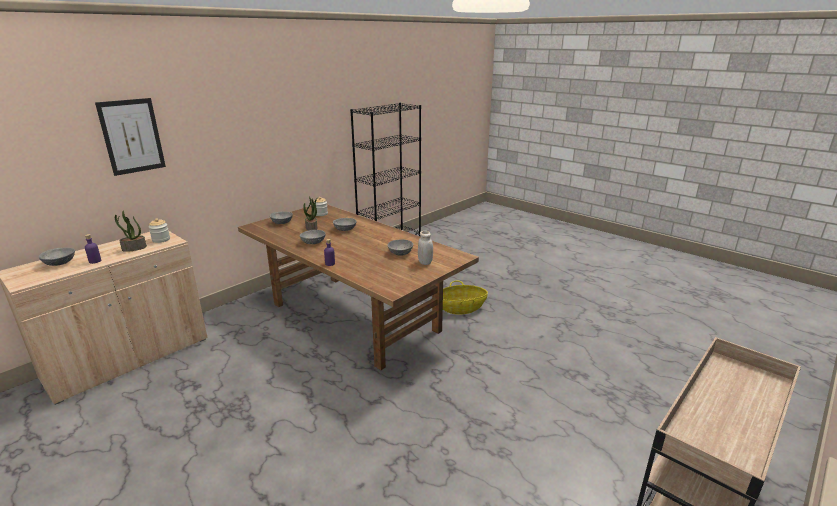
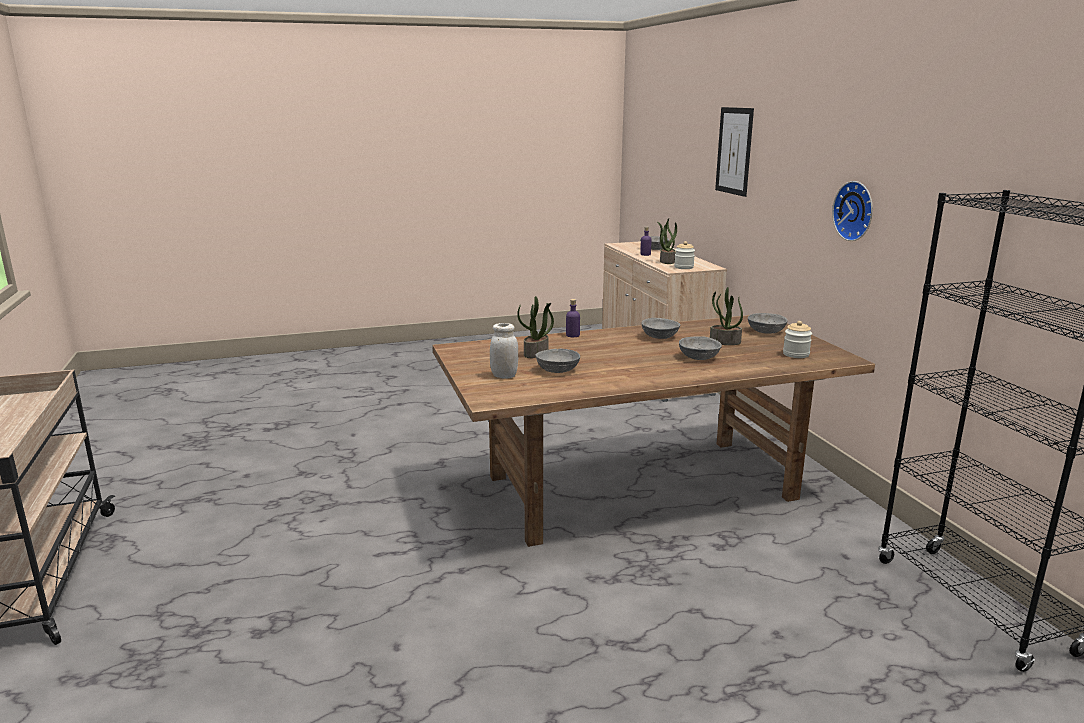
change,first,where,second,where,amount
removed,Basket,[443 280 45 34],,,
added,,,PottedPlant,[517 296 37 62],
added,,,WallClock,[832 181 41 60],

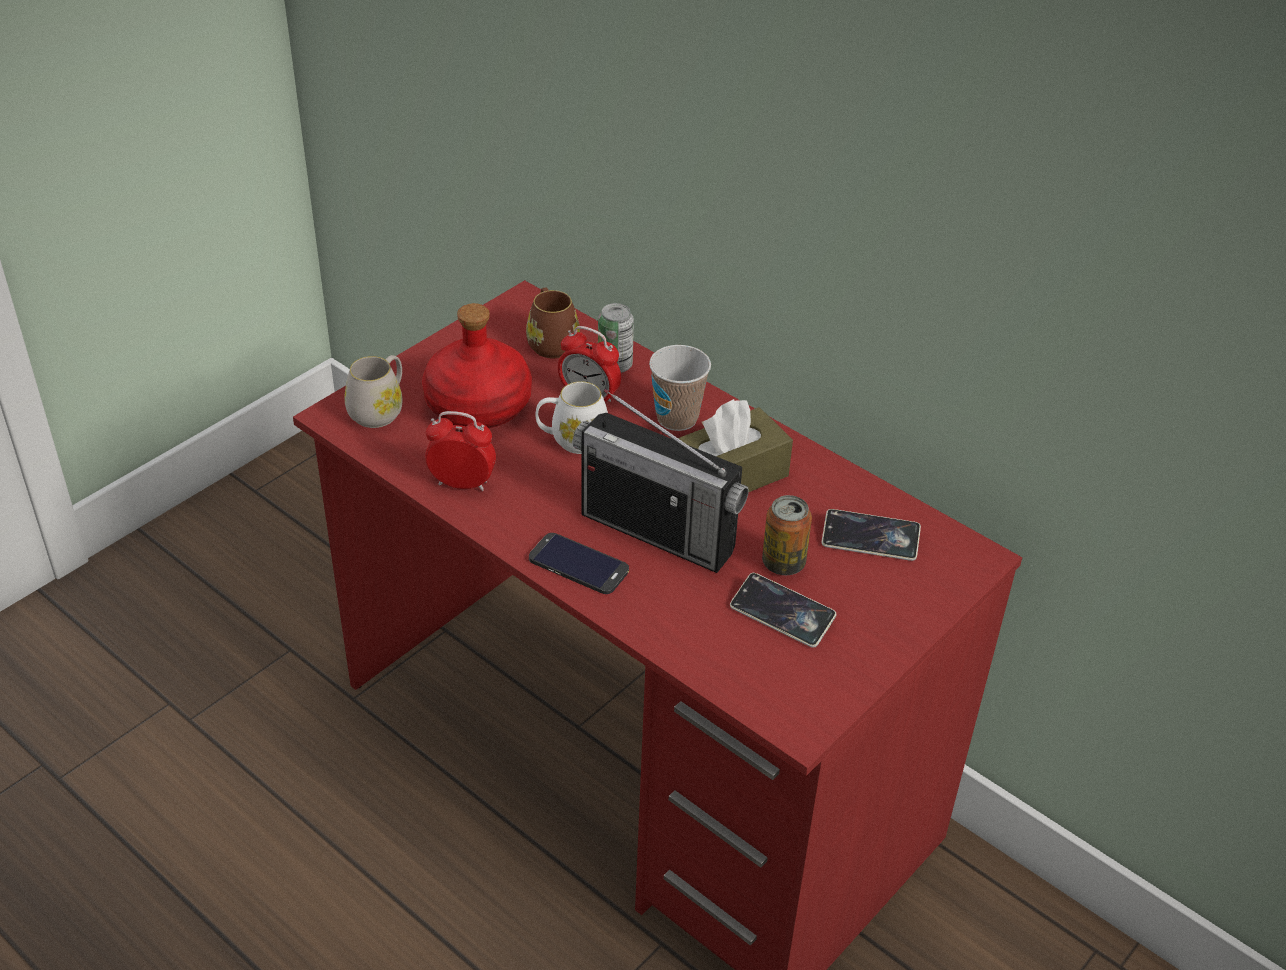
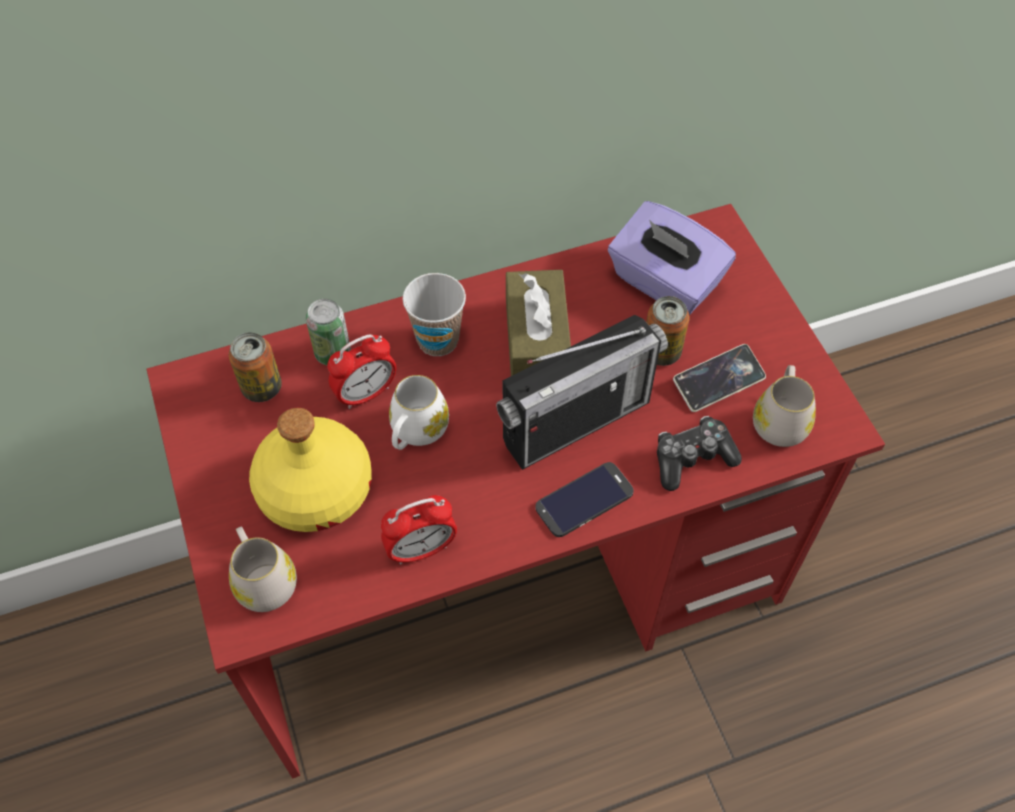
change,first,where,second,where,amount
recoloured,RedBottle,[422 303 110 125],YellowBottle,[249 408 123 124],
turned,AlarmClock,[425 411 71 80],,[381 495 76 70],150 degrees counterclockwise
replaced,BrownMug,[526 288 54 70],Can,[229 332 53 70],
replaced,Phone,[822 509 99 52],PurpleTissueBox,[608 201 128 114],
added,,,GameController,[657 416 85 75],
added,,,WhiteMug,[753 365 63 82],

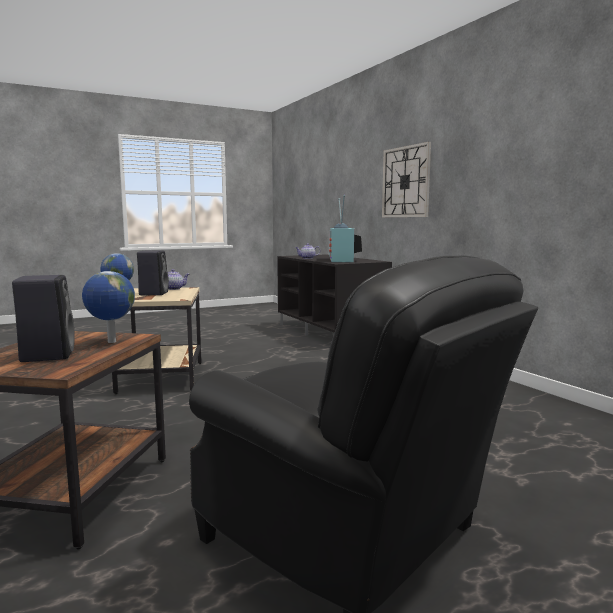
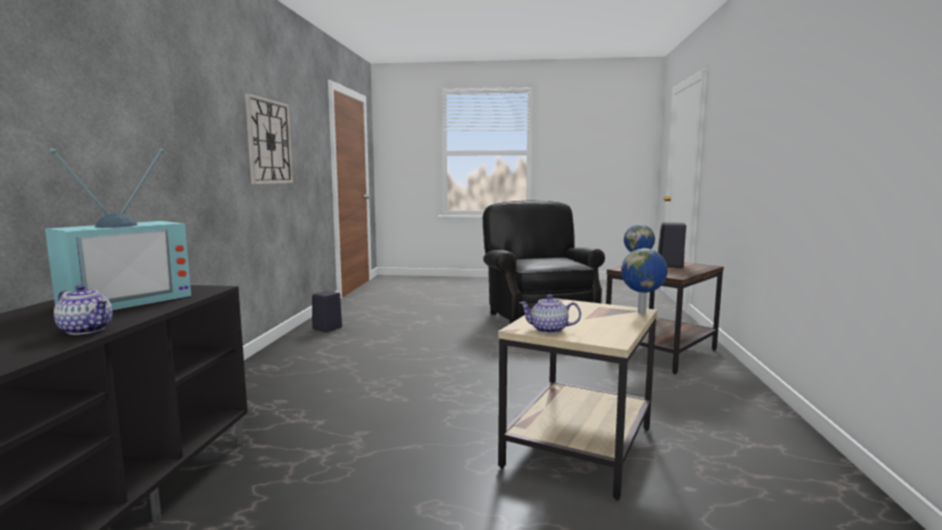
change,first,where,second,where,amount
moved,BlackSpeaker,[137 251 32 44],,[312 291 30 41],
moved,WallClock,[382 142 49 75],,[245 93 48 91],

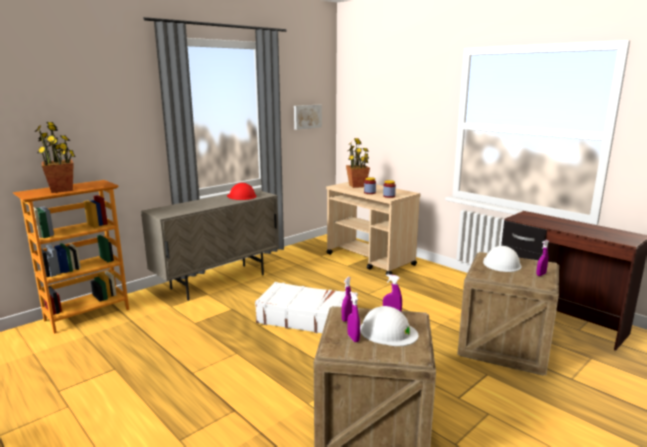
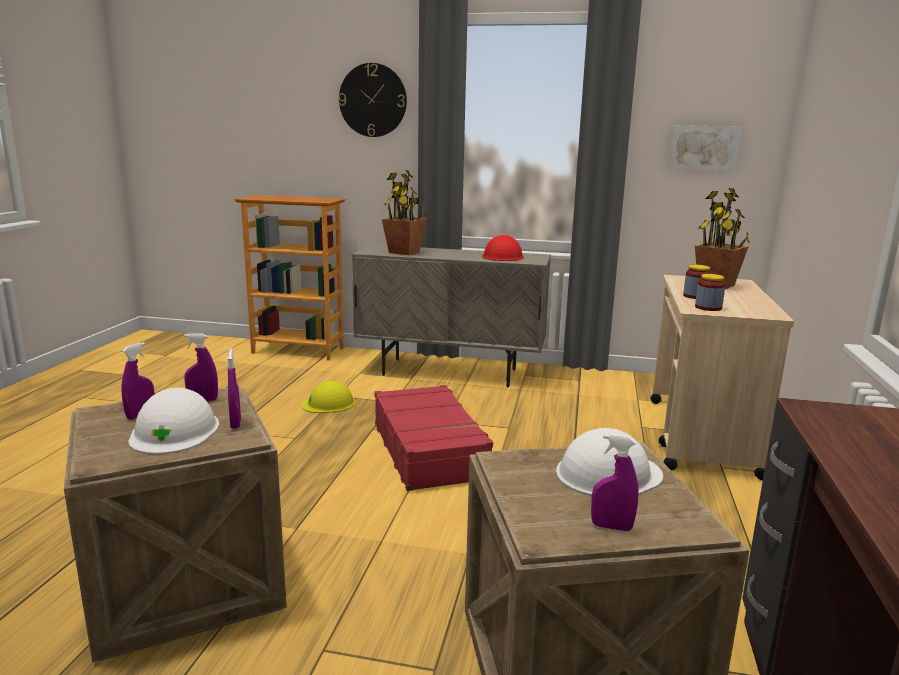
change,first,where,second,where,amount
moved,PottedPlant,[35 122 41 71],,[382 170 44 85],
recoloured,WhiteSuitcase,[255 282 103 51],RedSuitcase,[374 385 119 106],
added,,,YellowHardHat,[301 381 54 32],
added,,,WallClock,[339 63 68 74],

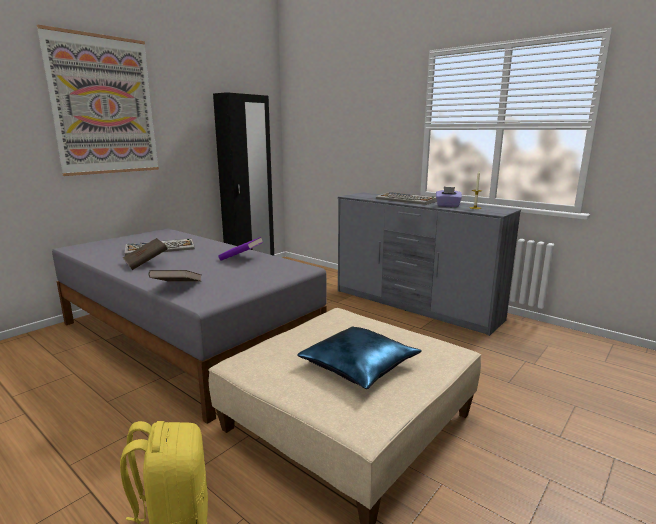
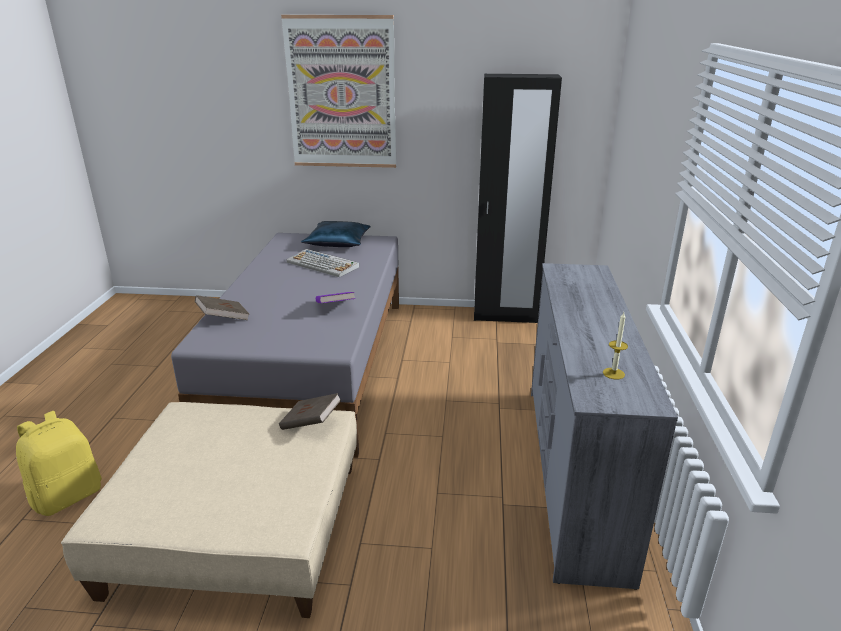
change,first,where,second,where,amount
moved,BrownBook,[123 238 45 32],,[279 393 62 37],
moved,BluePillow,[297 326 125 63],,[301 221 70 26],
removed,Keyboard,[376 192 61 13],,,
removed,PurpleTissueBox,[436 187 26 20],,,

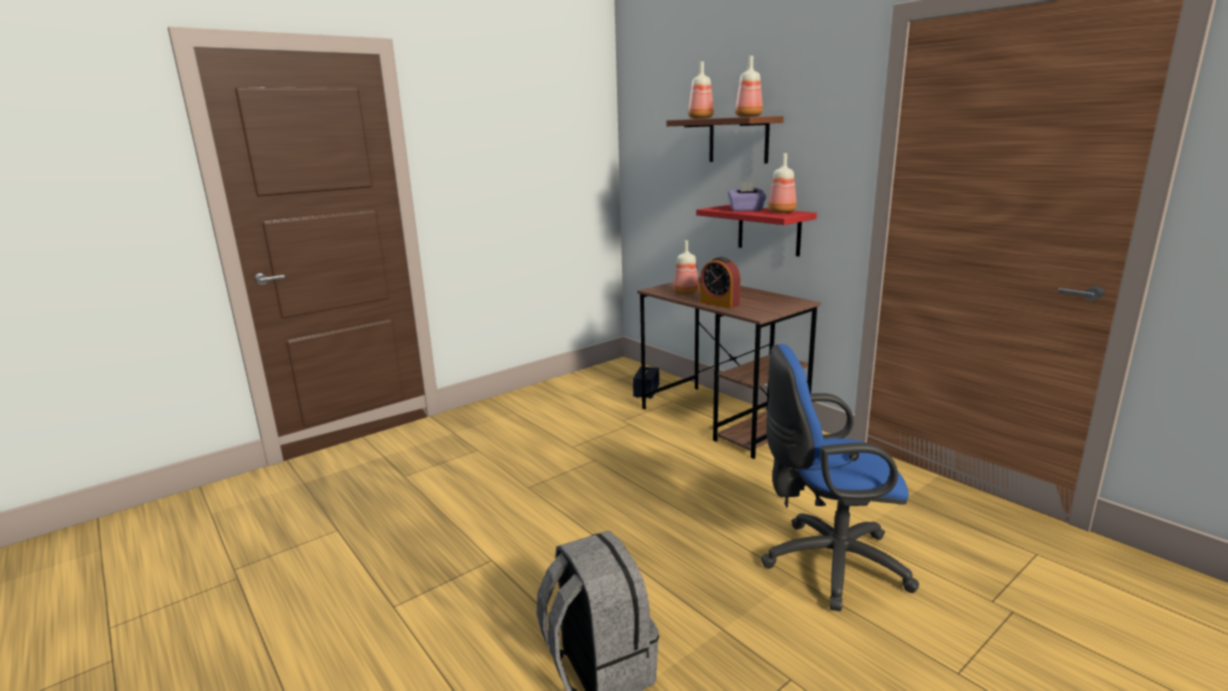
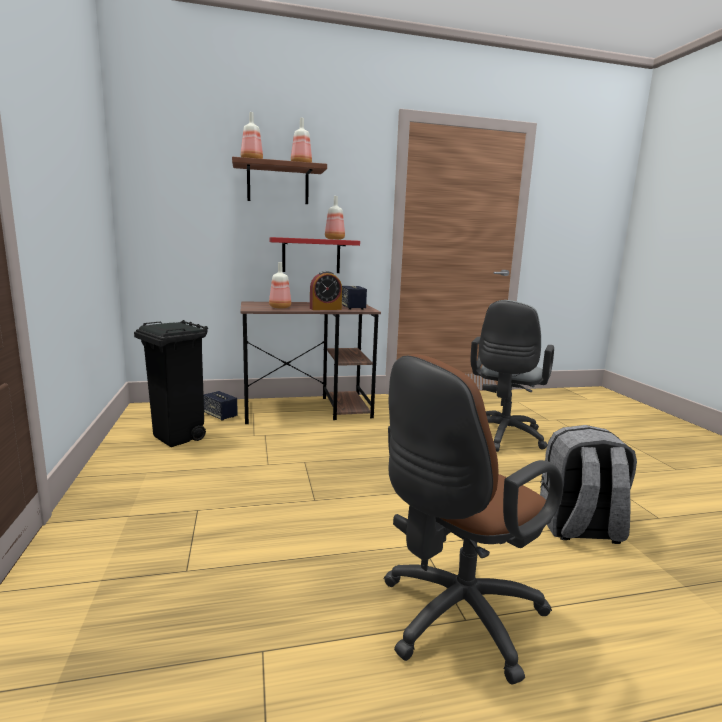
change,first,where,second,where,amount
removed,PurpleTissueBox,[728 182 38 29],,,
recoloured,BlueOfficeChair,[761 344 158 267],GreyOfficeChair,[471 300 83 152],
added,,,BlackTrashCan,[134 320 74 127],
added,,,Speaker,[342 286 25 24],
added,,,BrownOfficeChair,[384 354 179 331],

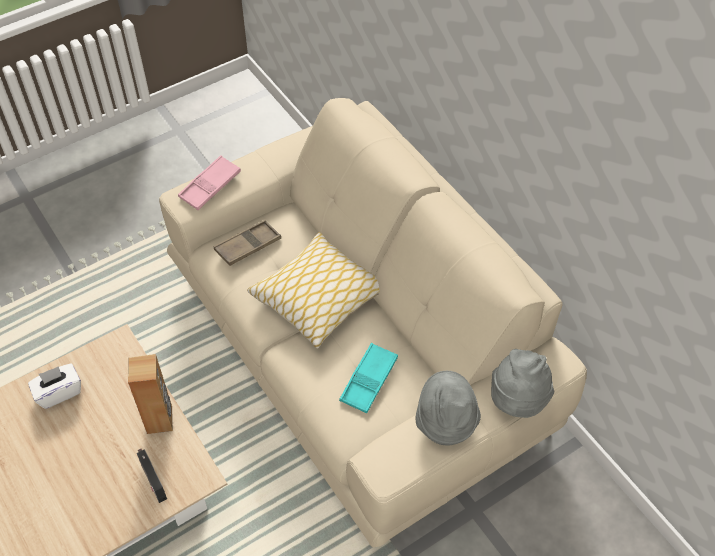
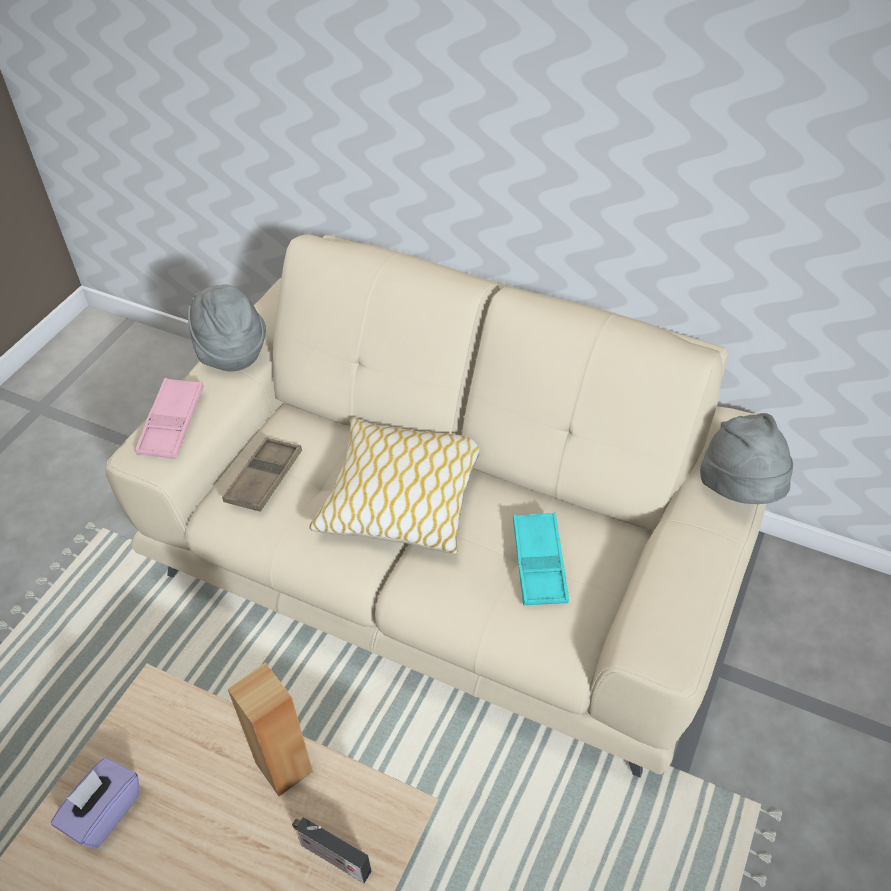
change,first,where,second,where,amount
recoloured,WhiteTissueBox,[28 364 53 45],PurpleTissueBox,[51 758 88 91],
moved,GreyHat,[415 371 66 74],,[188 284 78 88],

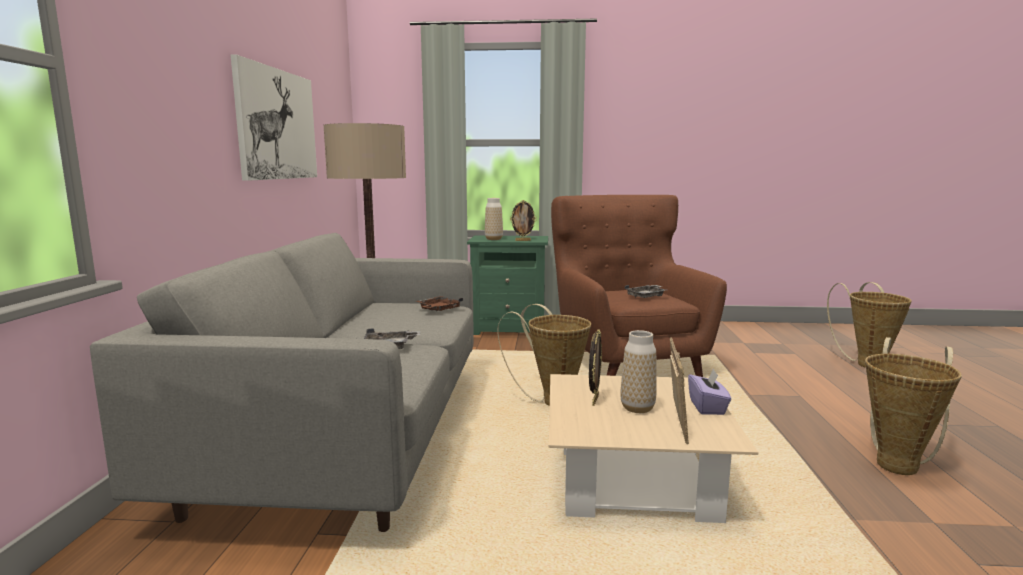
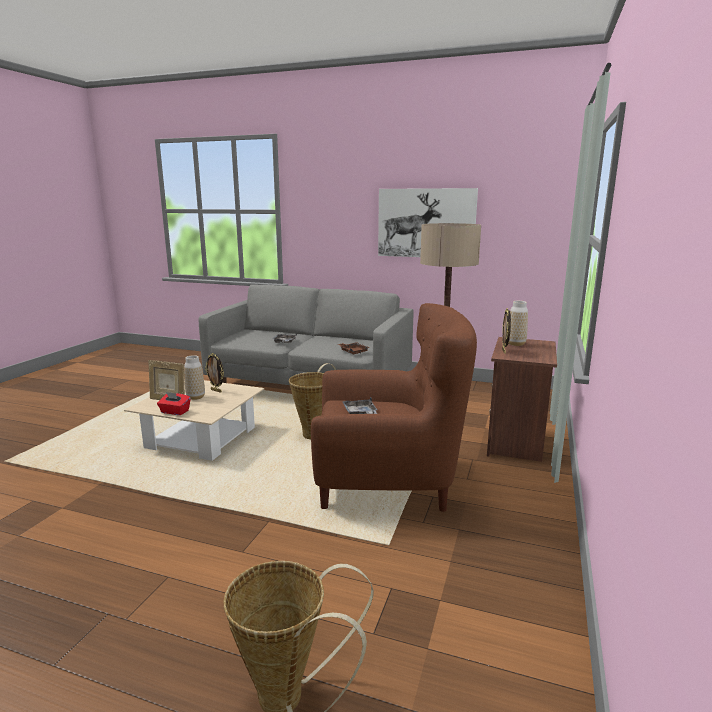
change,first,where,second,where,amount
recoloured,GreenNightstand,[467 235 81 100],BrownNightstand,[487 337 70 125],
recoloured,PurpleTissueBox,[688 369 43 46],RedTissueBox,[157 392 34 23],
removed,Basket,[865 337 97 138],,,

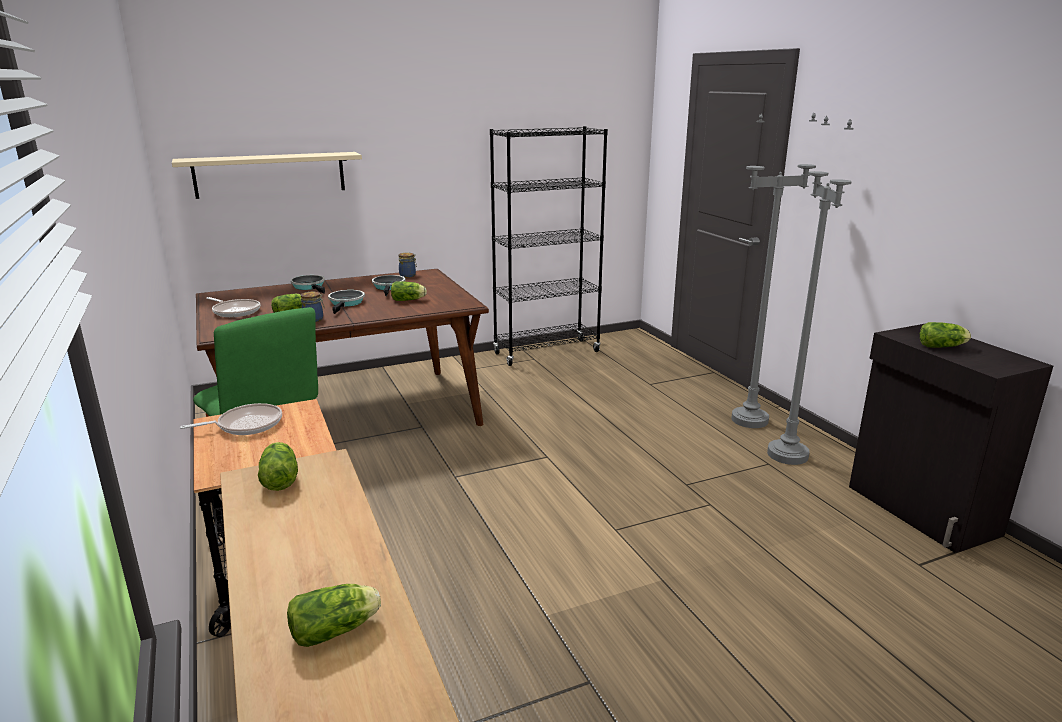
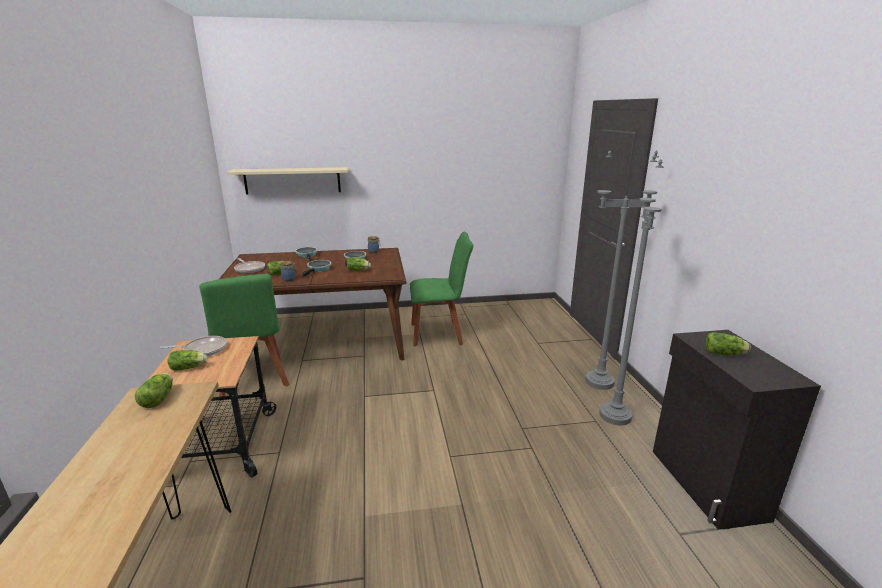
change,first,where,second,where,amount
moved,Lettuce,[287 584 94 63],,[168 350 39 21],
removed,BlackBookcase,[490 126 118 240],,,
added,,,GreenChair,[410 232 63 114],

